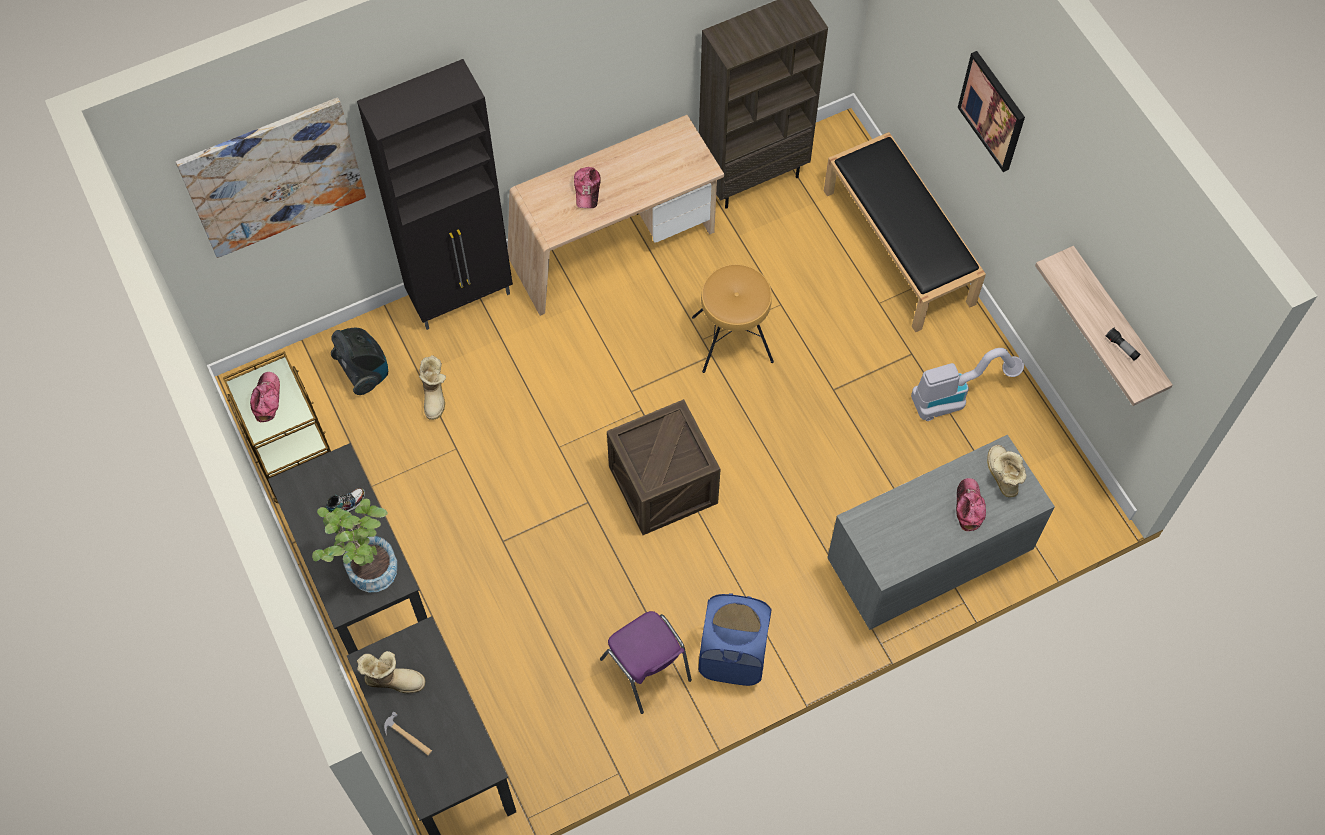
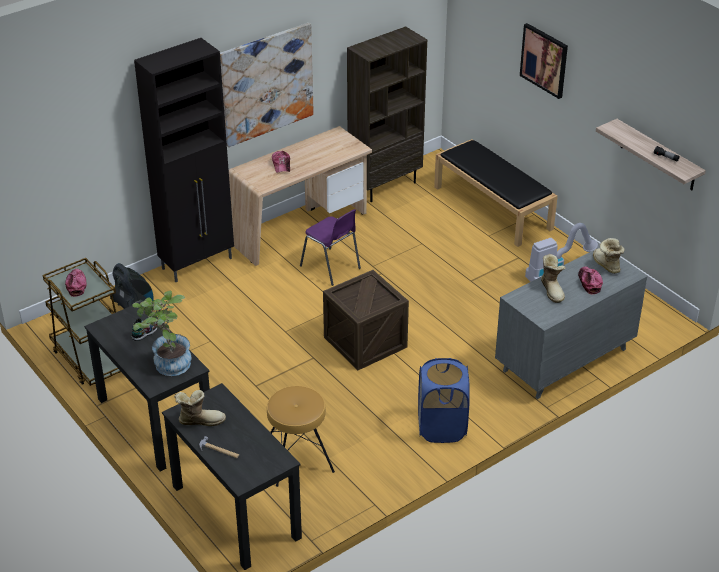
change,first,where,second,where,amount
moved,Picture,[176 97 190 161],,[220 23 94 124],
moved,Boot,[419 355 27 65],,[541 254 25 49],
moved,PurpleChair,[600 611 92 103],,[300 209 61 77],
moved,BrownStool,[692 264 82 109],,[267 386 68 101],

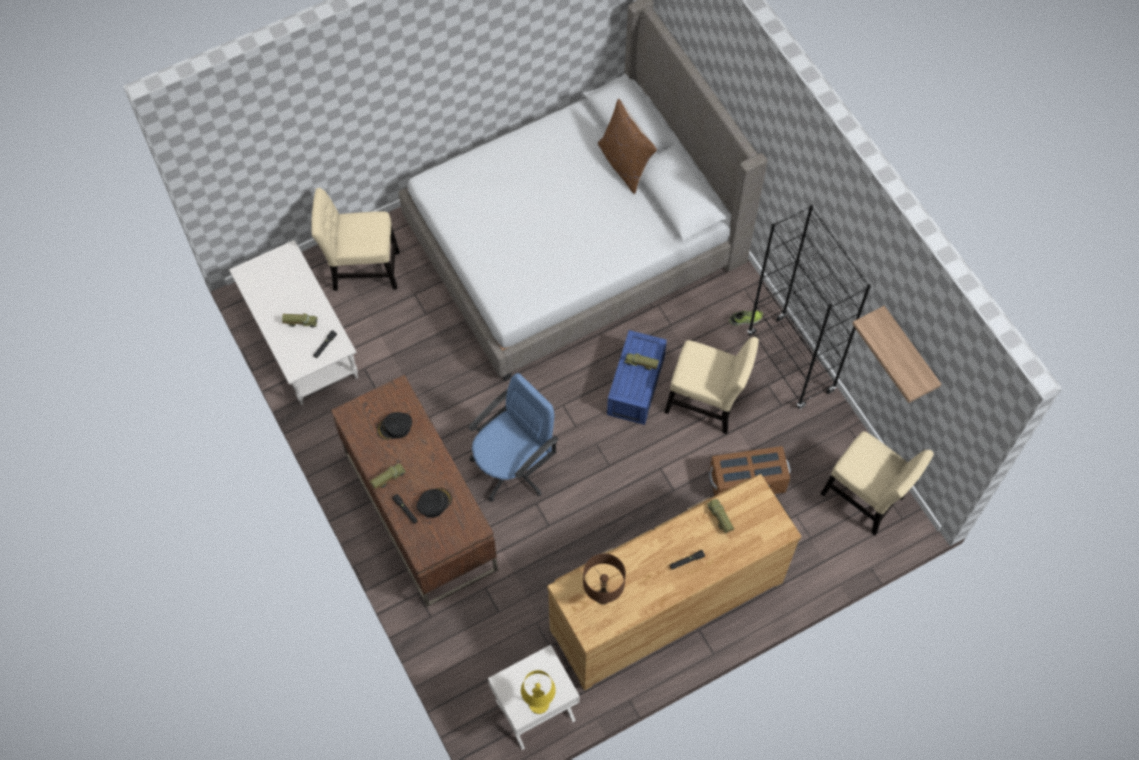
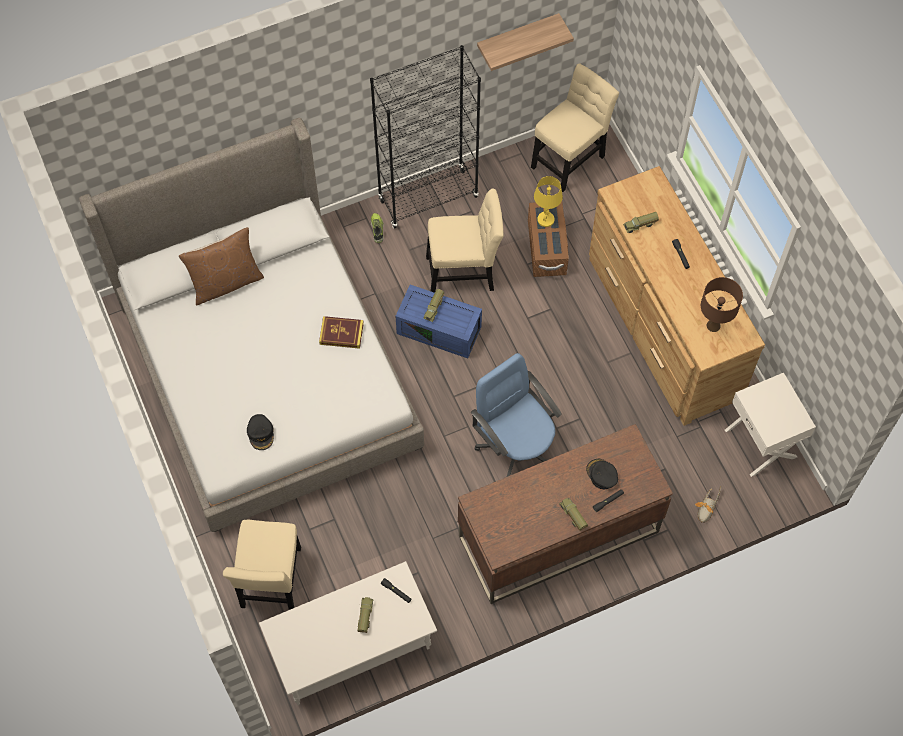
change,first,where,second,where,amount
moved,BlackCap,[377 412 35 28],,[247 414 27 36],
moved,YellowTableLamp,[521 670 35 44],,[534 176 29 51],
turned,BeigeChair,[664 337 95 97],,[426 189 77 104],60 degrees clockwise
added,,,Book,[319 316 45 33],
added,,,Shoe,[695 486 26 37],

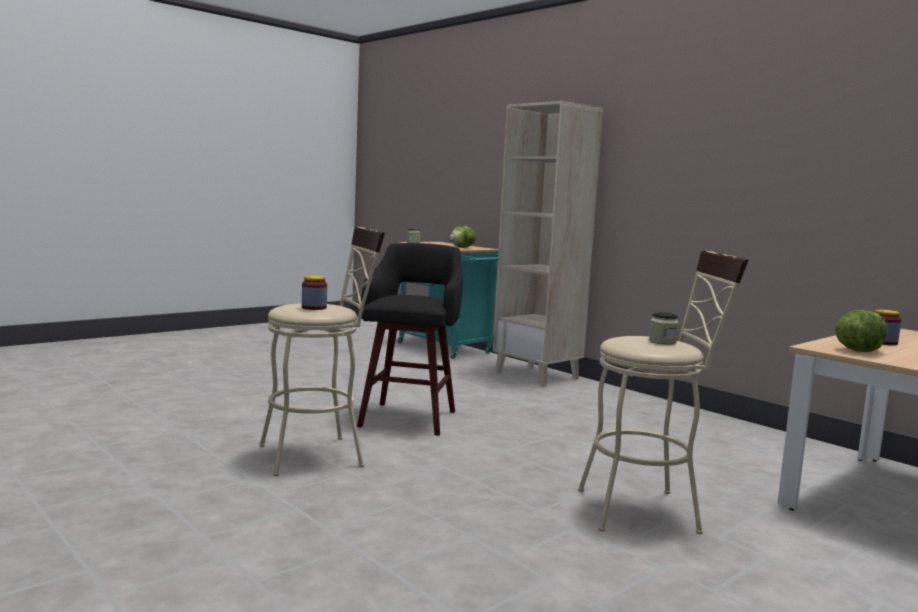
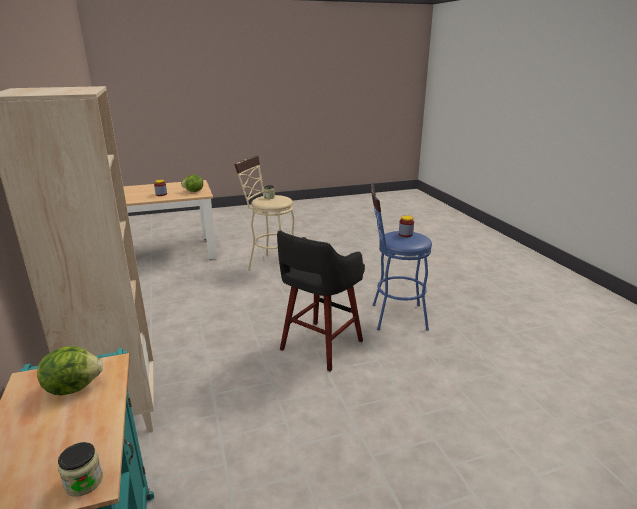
change,first,where,second,where,amount
recoloured,BeigeStool,[259 226 126 250],BlueStool,[371 184 61 147],

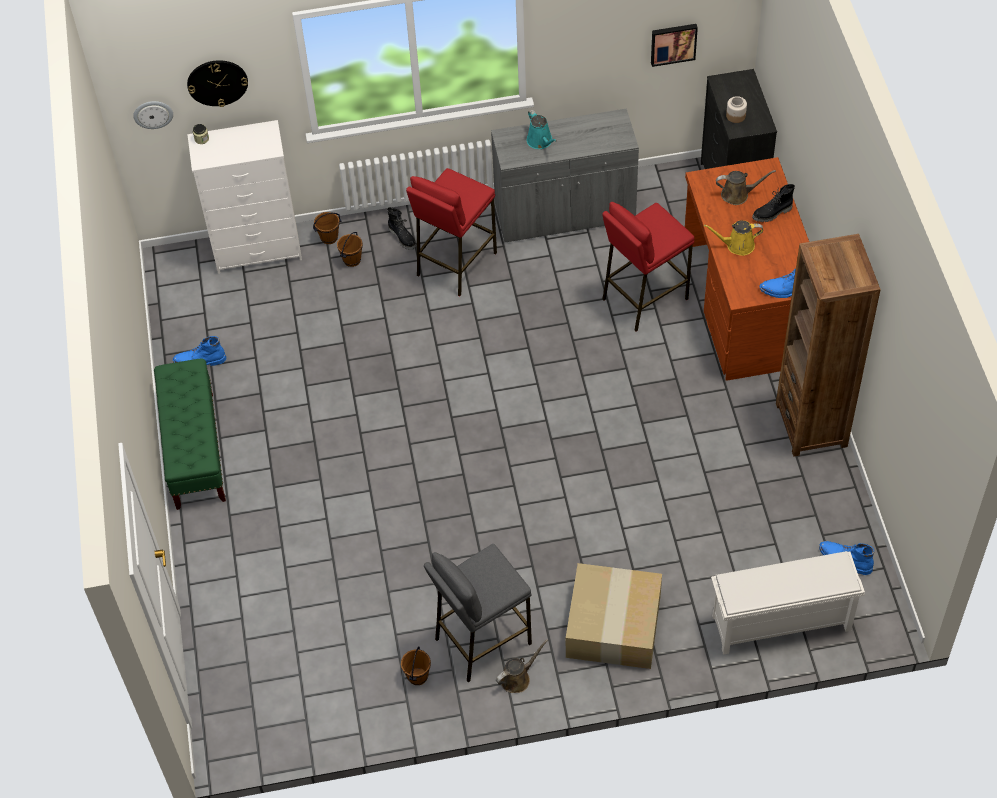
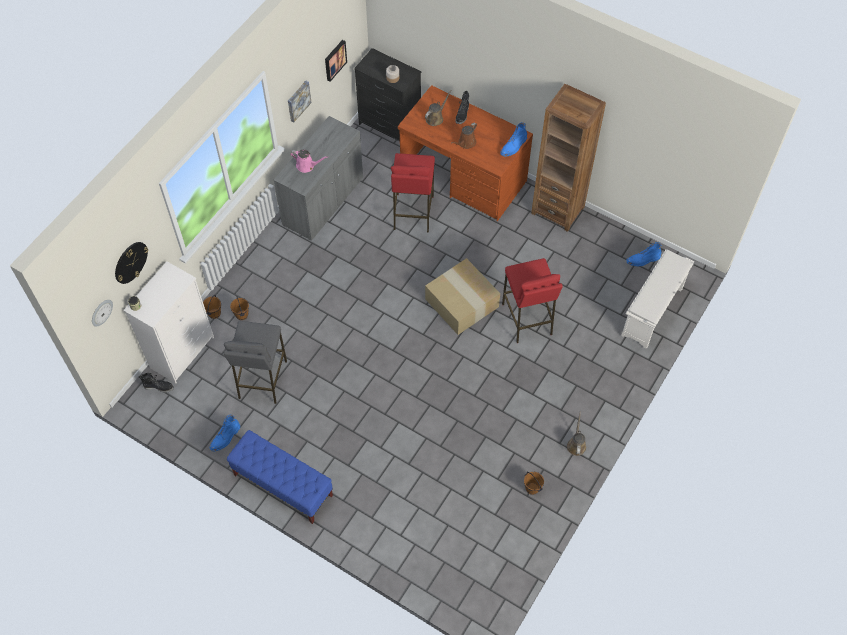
change,first,where,second,where,amount
recoloured,GreenBench,[154 358 72 152],BlueBench,[227 430 106 94],
moved,BlackBoot,[387 207 29 43],,[139 373 35 20],
moved,RedStool,[406 168 91 128],,[502 258 61 85],
moved,GreyStool,[424 544 108 138],,[224 321 63 83],
recoloured,TurquoiseWateringCan,[527 110 30 39],PinkWateringCan,[290 150 38 23],
moved,CardboardBox,[566 563 96 106],,[425 258 75 77],
recoloured,YellowWateringCan,[704 220 59 36],BrownWateringCan,[452 123 25 26],
added,,,Picture,[288 81 23 42],

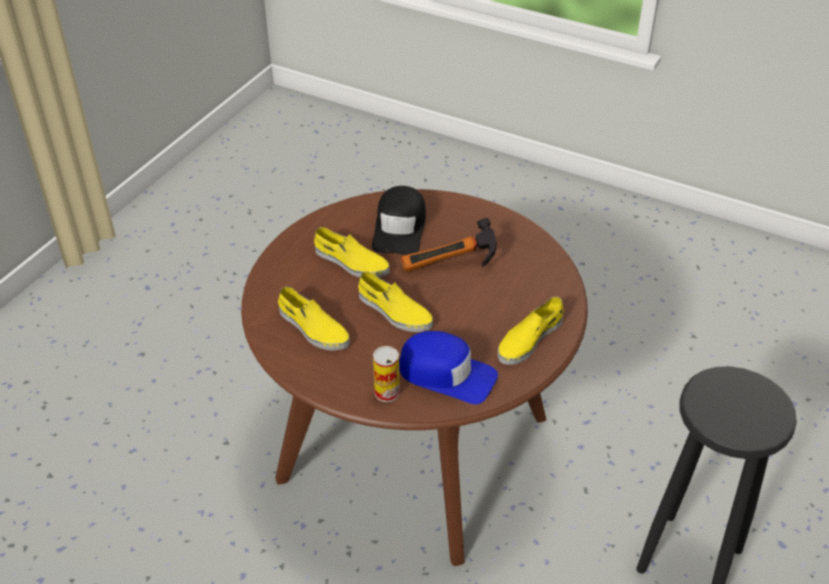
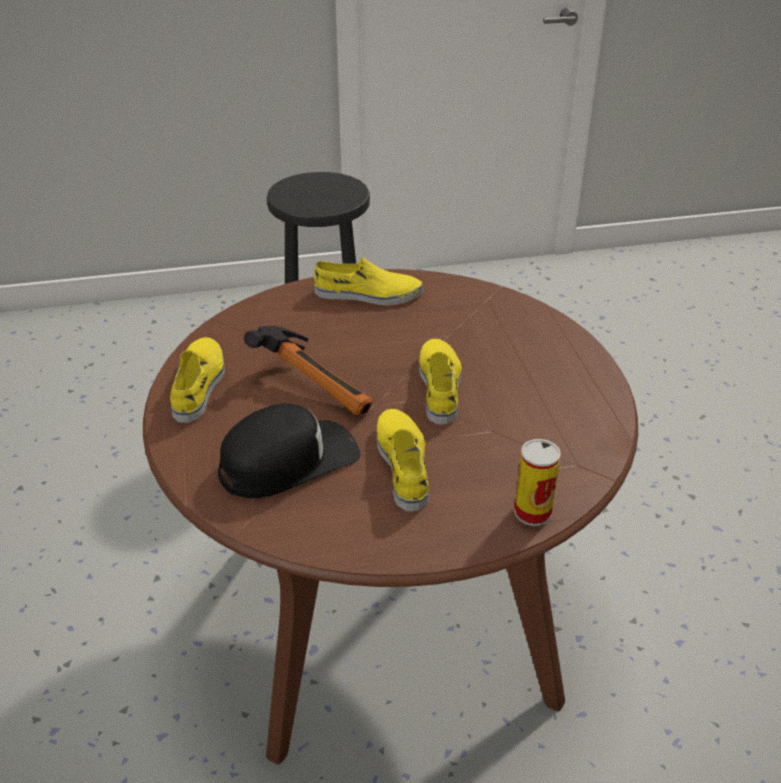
change,first,where,second,where,amount
moved,YellowShoe,[278 287 72 64],,[170 337 55 86],
moved,Can,[373 346 27 56],,[514 439 47 87],
removed,BlueCap,[399 331 99 73],,,

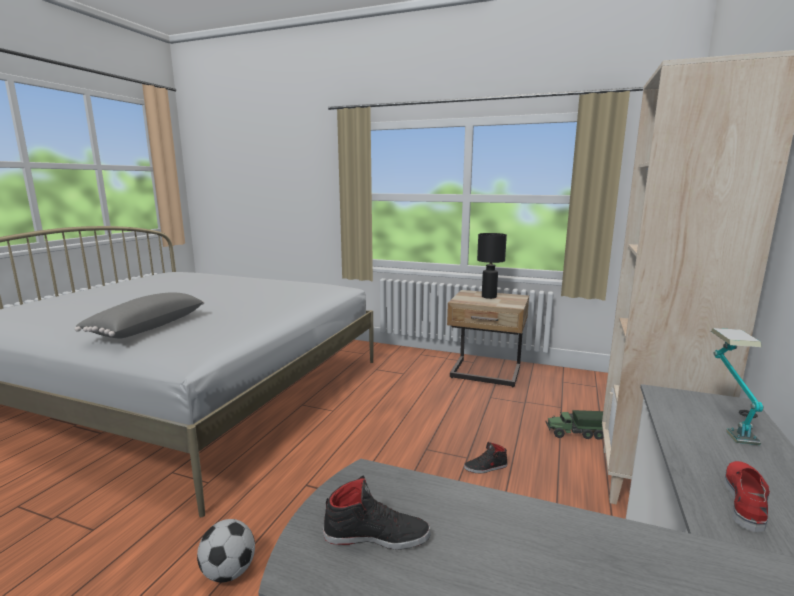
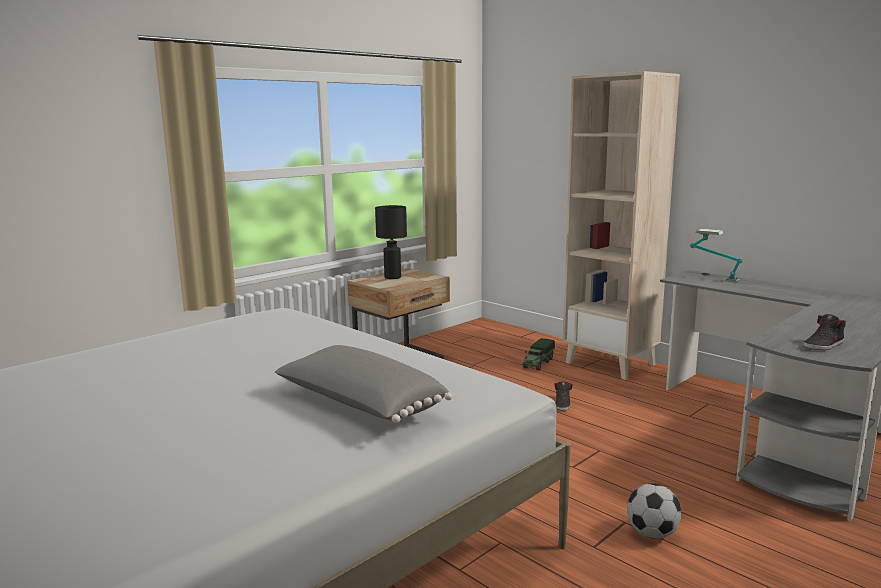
change,first,where,second,where,amount
turned,BlackShoe,[323 475 108 75],,[803 314 43 36],150 degrees counterclockwise
removed,RedShoe,[724 461 46 71],,,

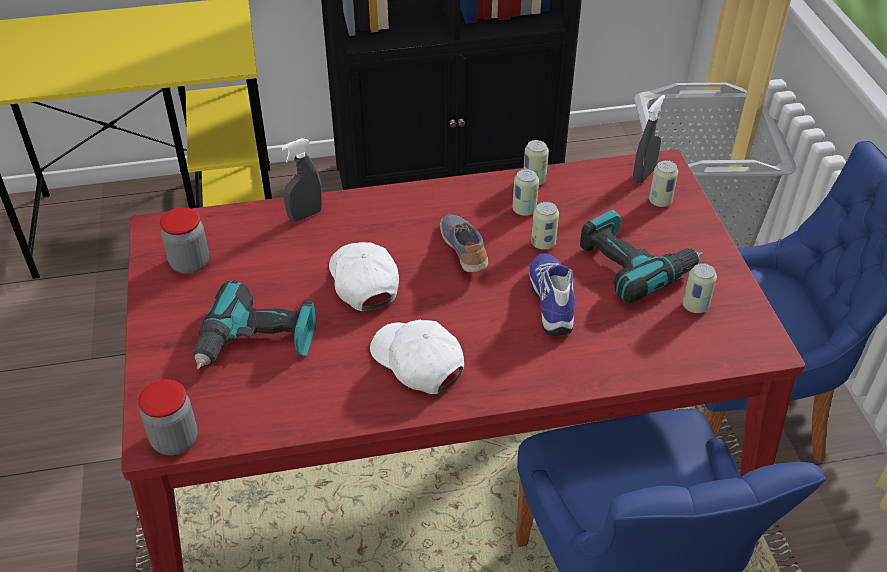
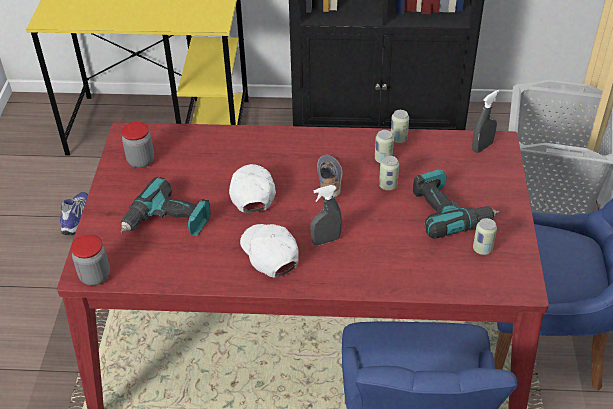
change,first,where,second,where,amount
moved,GreySprayBottle,[282 138 40 84],,[310 185 32 60],
moved,Shoe,[529 253 46 83],,[60 192 28 43],
removed,Can,[649 160 29 47],,,

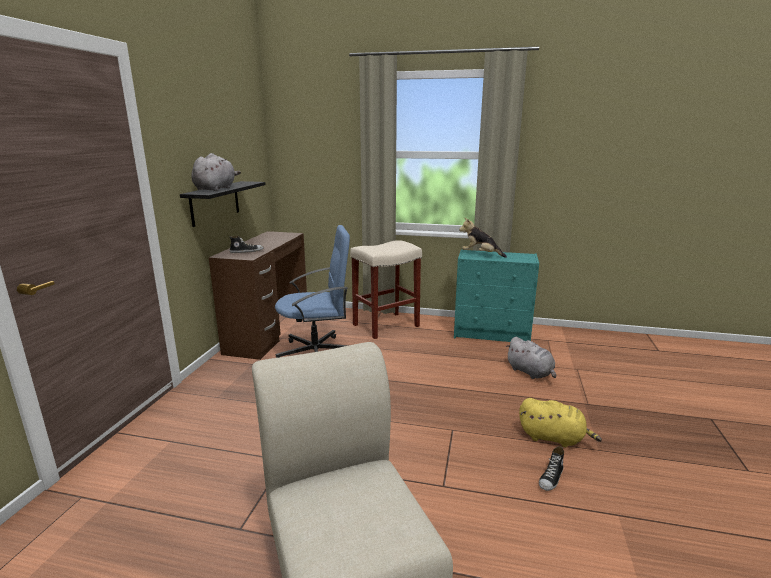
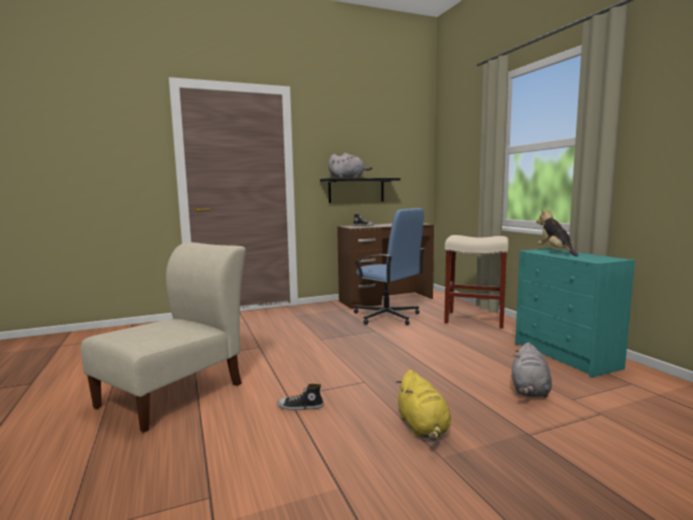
change,first,where,second,where,amount
moved,Shoe,[539 446 25 45],,[277 384 47 26],

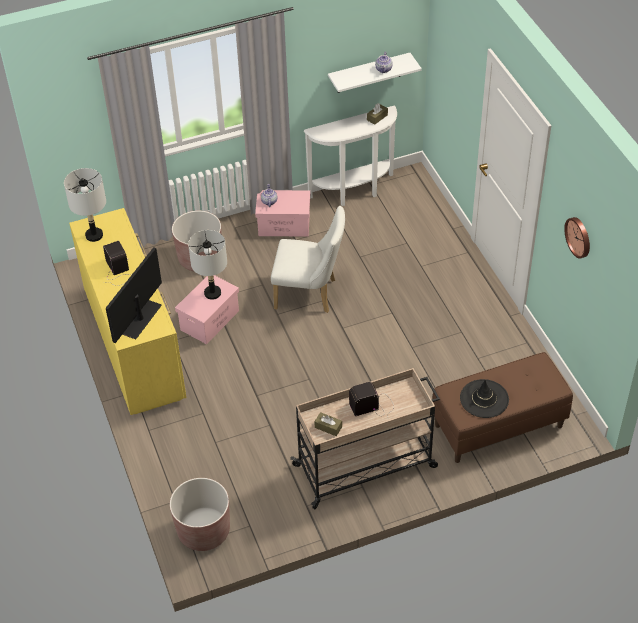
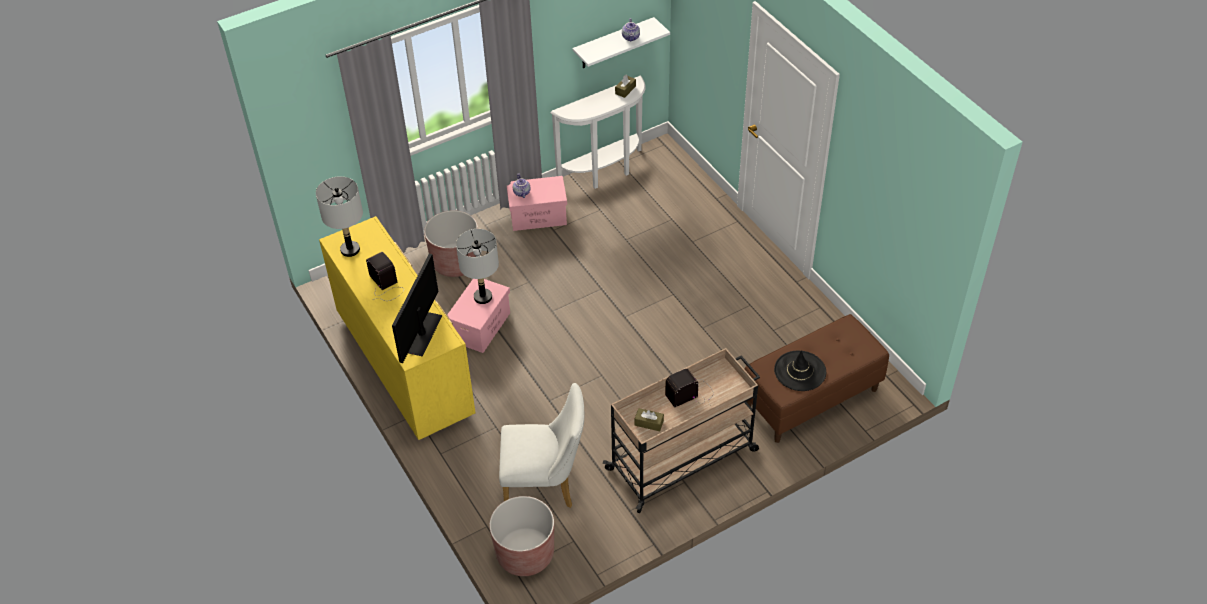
change,first,where,second,where,amount
moved,WhiteChair,[271 206 74 107],,[499 383 85 125],
removed,WallClock,[564 217 26 42],,,

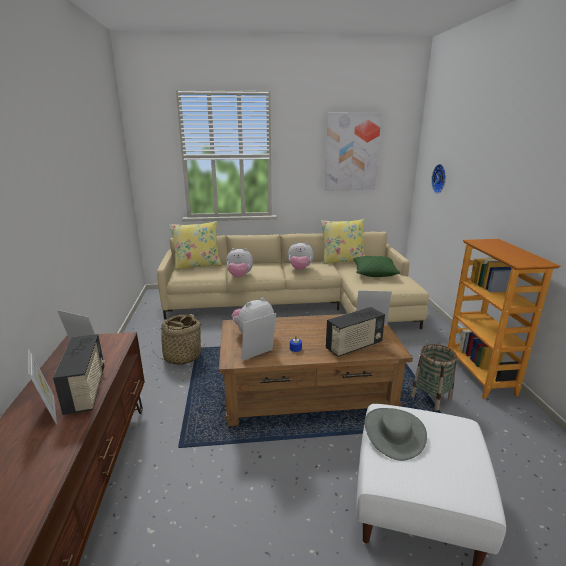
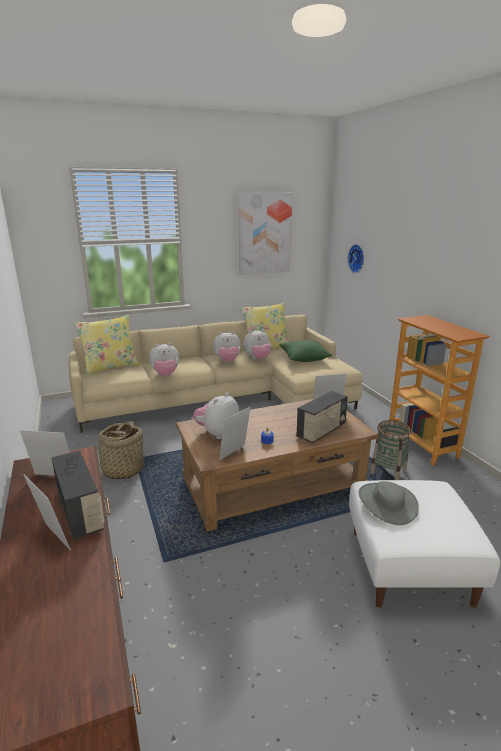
change,first,where,second,where,amount
added,,,PlushToy,[243 329 29 30],

